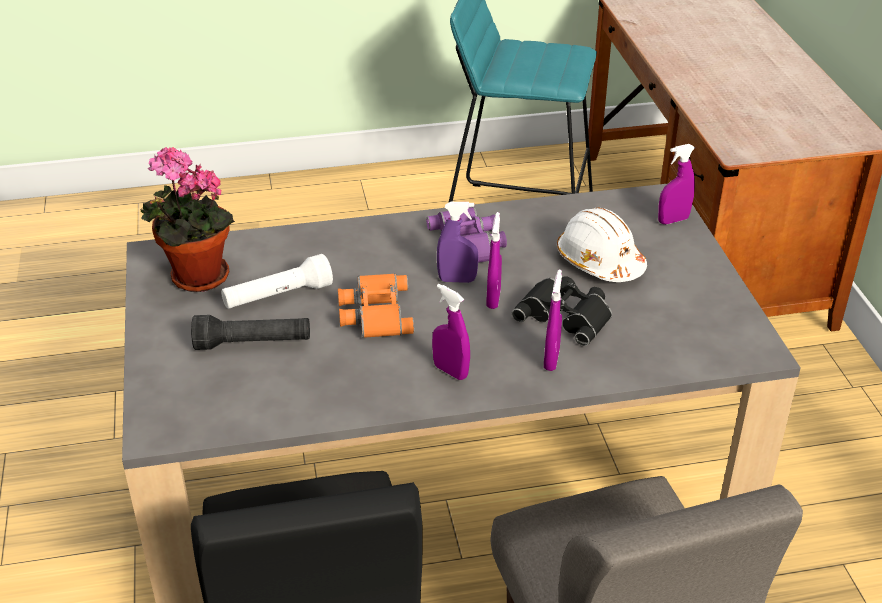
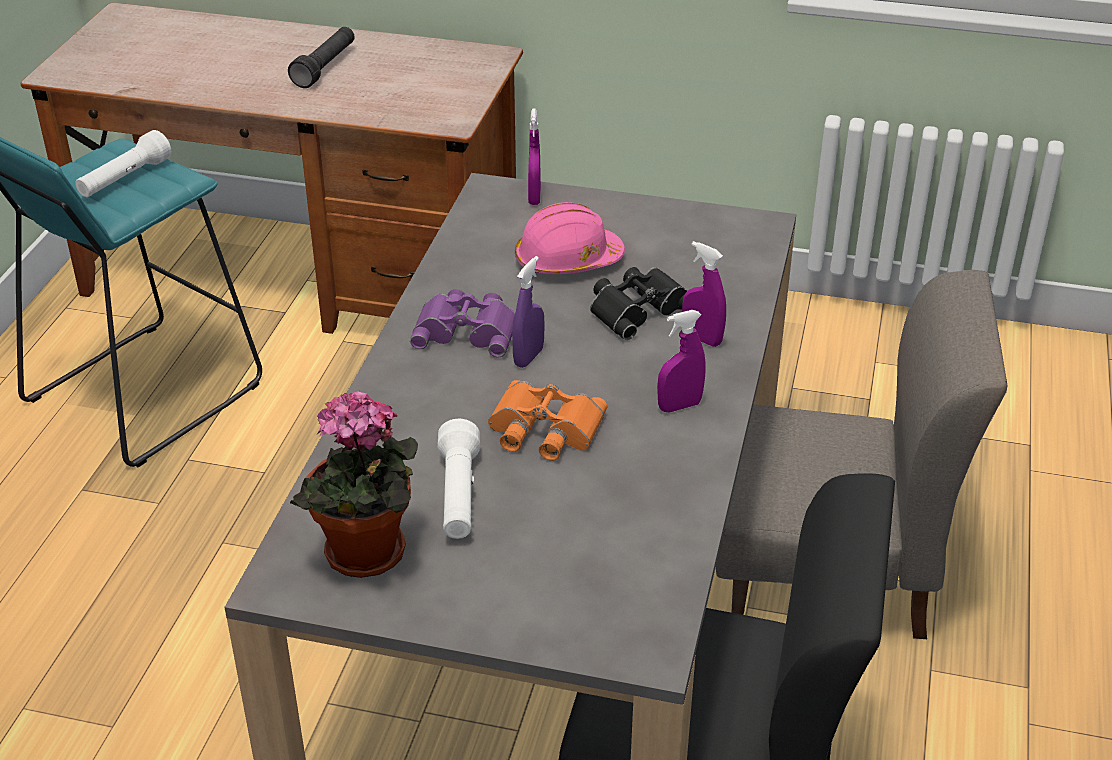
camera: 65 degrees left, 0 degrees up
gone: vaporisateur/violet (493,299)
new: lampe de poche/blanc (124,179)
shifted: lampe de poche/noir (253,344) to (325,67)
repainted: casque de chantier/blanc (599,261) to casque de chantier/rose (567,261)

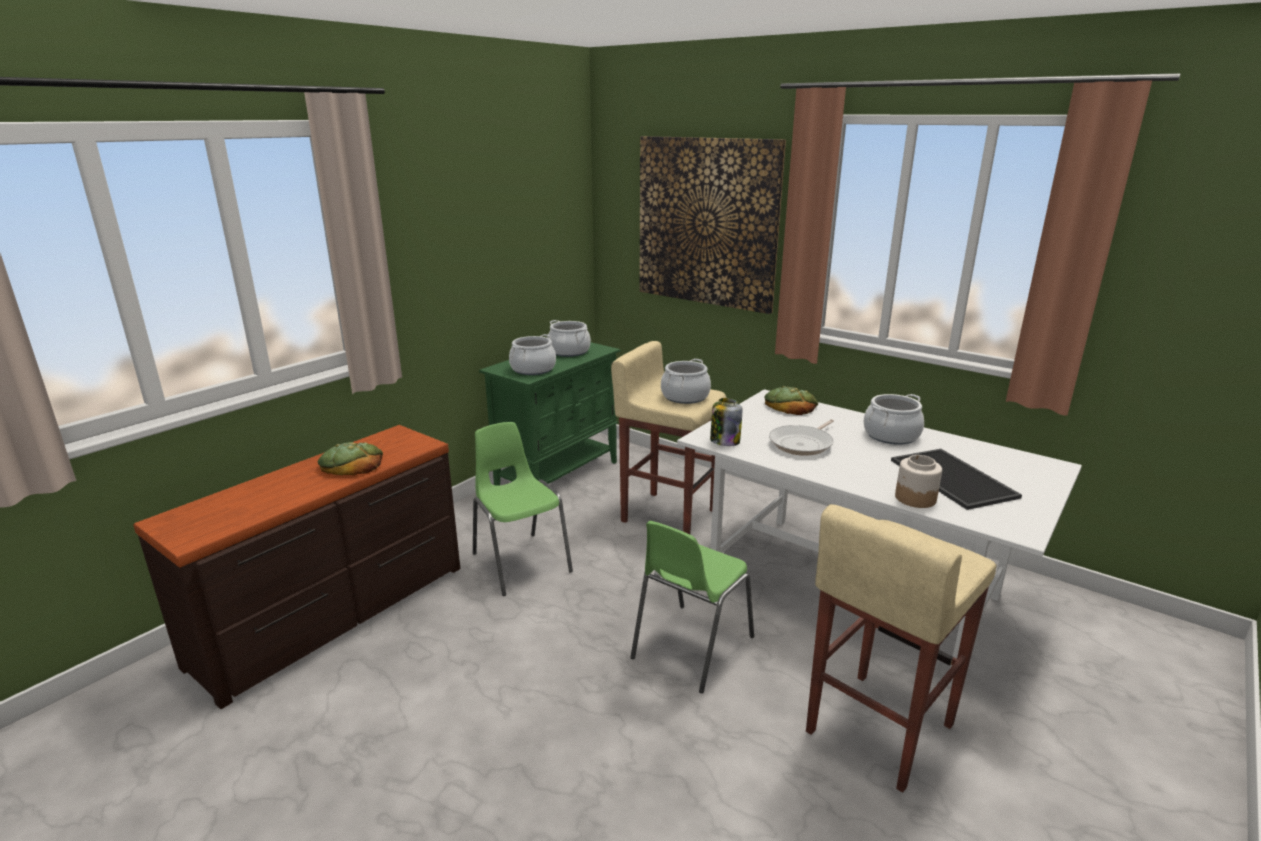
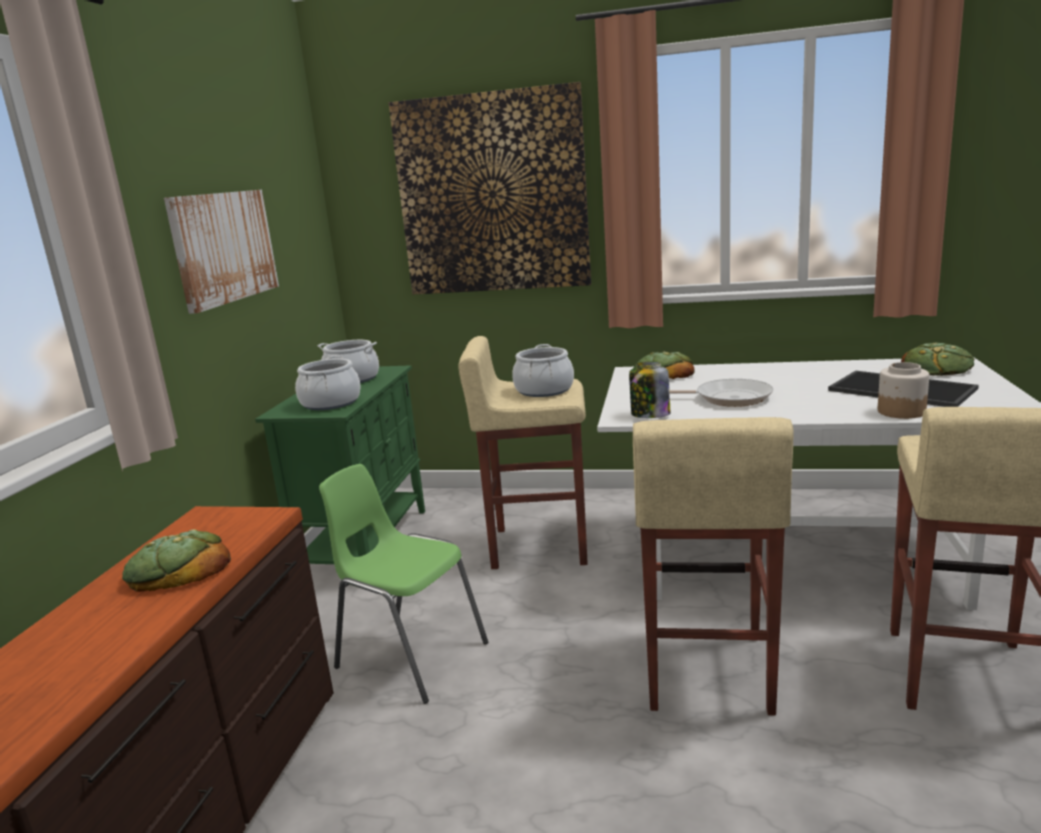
camera: 25 degrees left, 5 degrees down
gone: marmite (891,435)
new: tableau (223,247); pain (937,368)
swapped: chaise/vert (690,647) to tabouret/beige (705,672)
rotated: poêle (803,444) = (728,398) 90 degrees counterclockwise

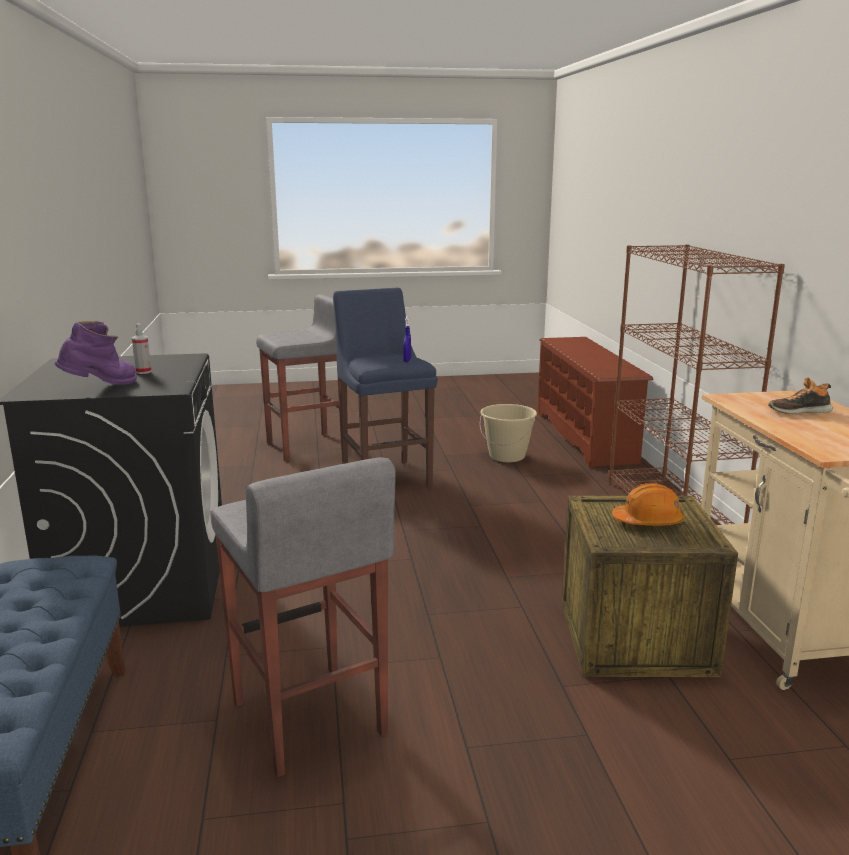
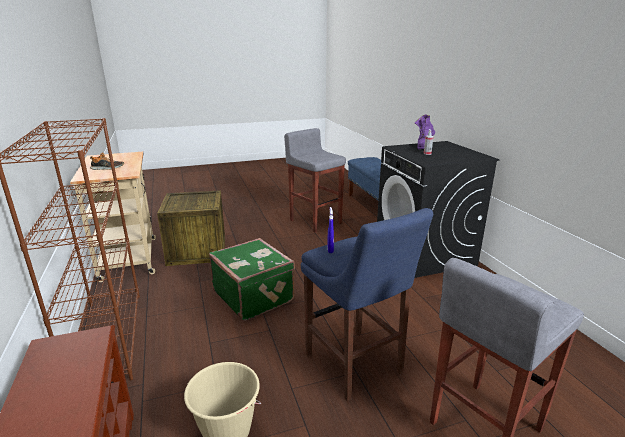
camera: 170 degrees right, 5 degrees up
gone: casque de chantier/orange (648,521)
new: valise/vert (254,295)

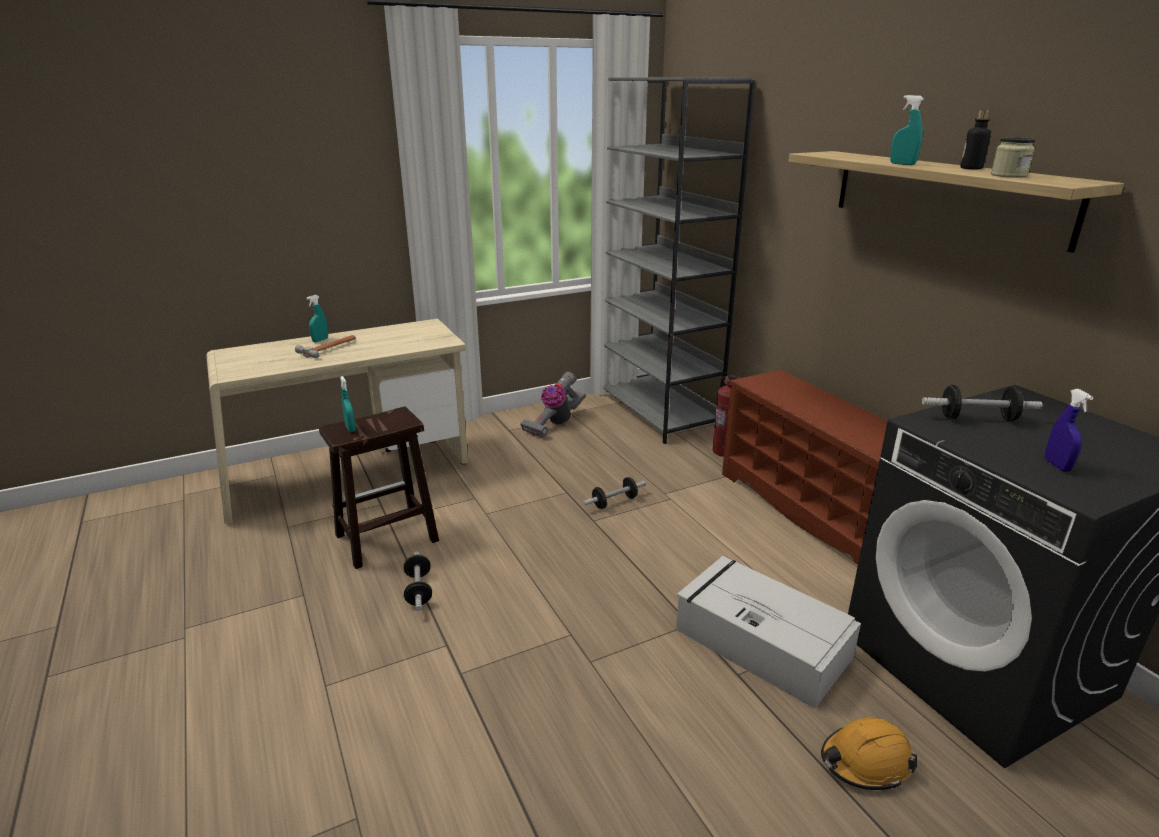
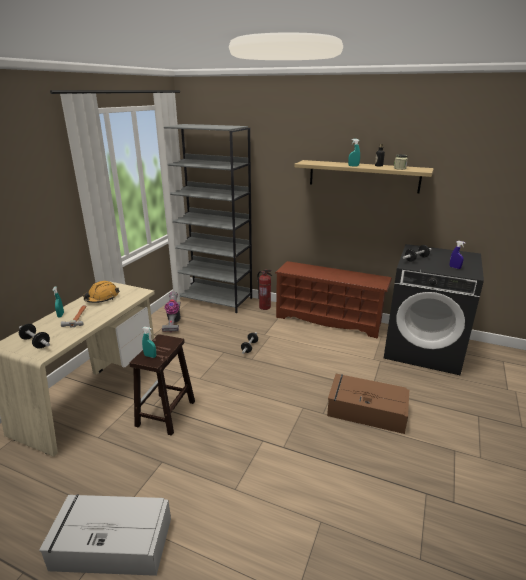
camera: 40 degrees left, 0 degrees up
new: boîte de rangement/marron (365,410)
shifted: haltère (418,590) to (36,342); boîte de rangement/gris (759,642) to (111,543); casque de chantier/orange (865,762) to (102,298)

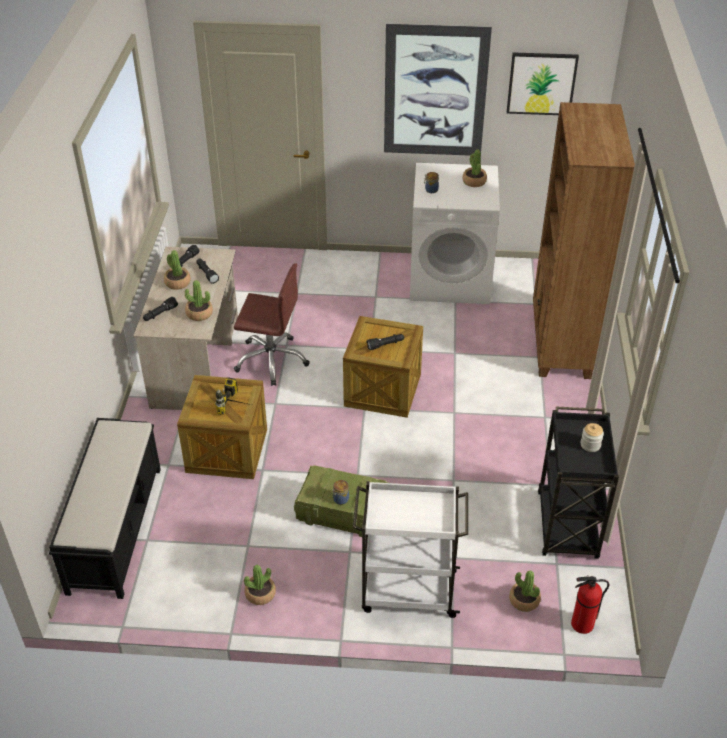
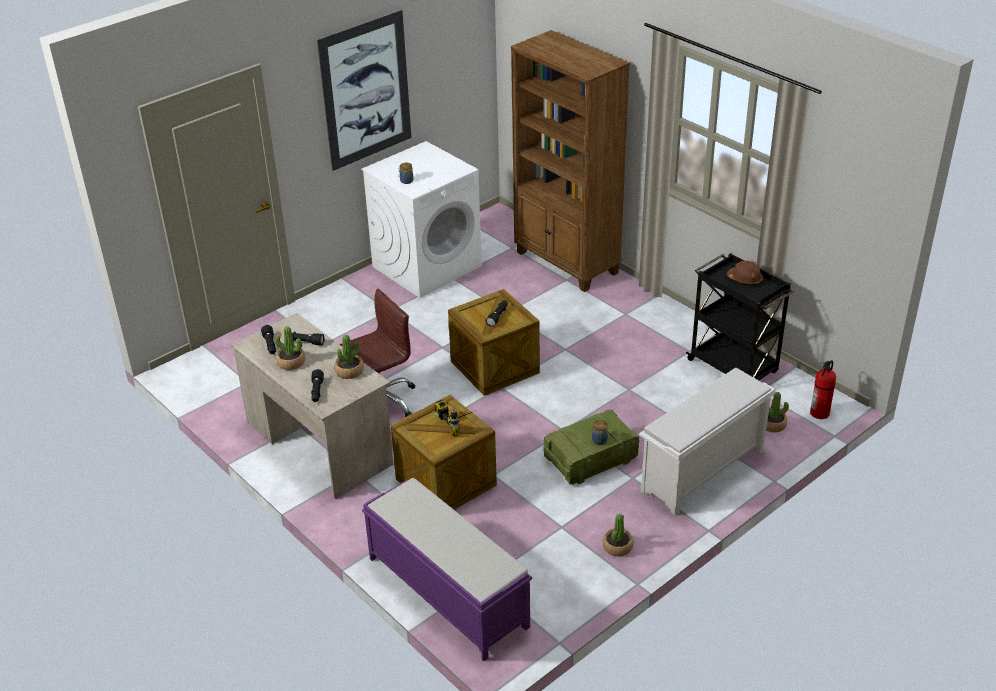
camera: 45 degrees left, 5 degrees down
gone: plante en pot (474,182); tableau (541,83)
swapped: chariot/blanc (407,591) to étagère à chaussures/blanc (702,472); bocal (590,445) to casque de chantier/marron (745,279)
repainted: banc/noir (115,527) to banc/violet (446,591)

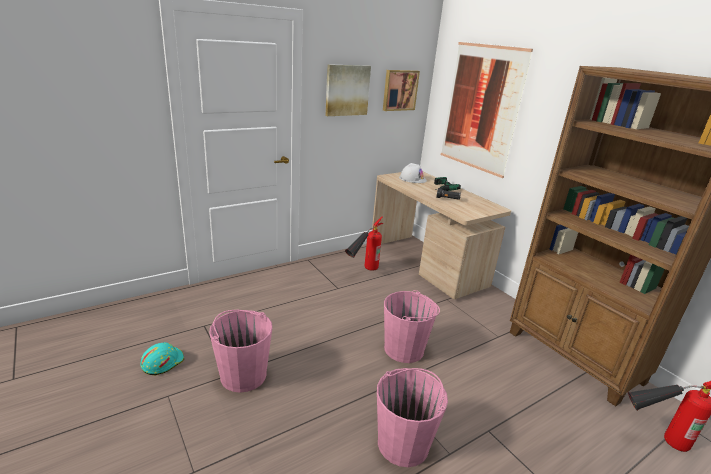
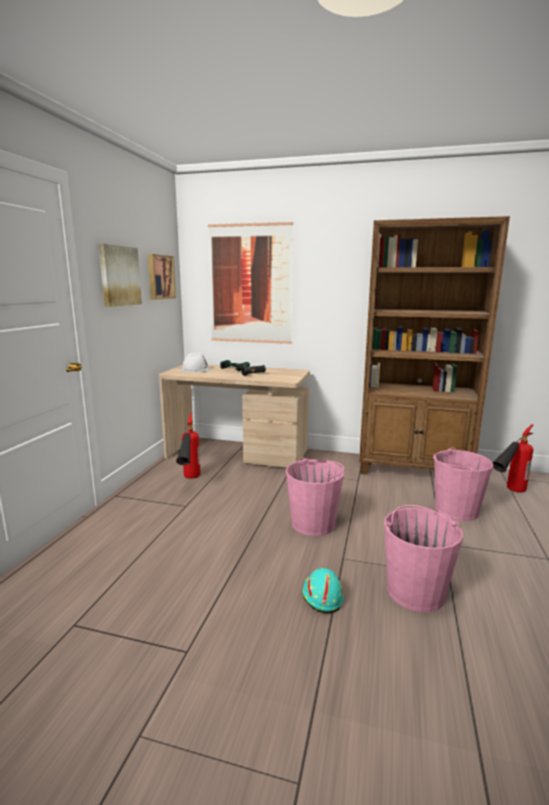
camera: 40 degrees left, 10 degrees down
shifted: casque de chantier/turquoise (162,362) to (321,596); seau/rose (243,375) to (456,510)

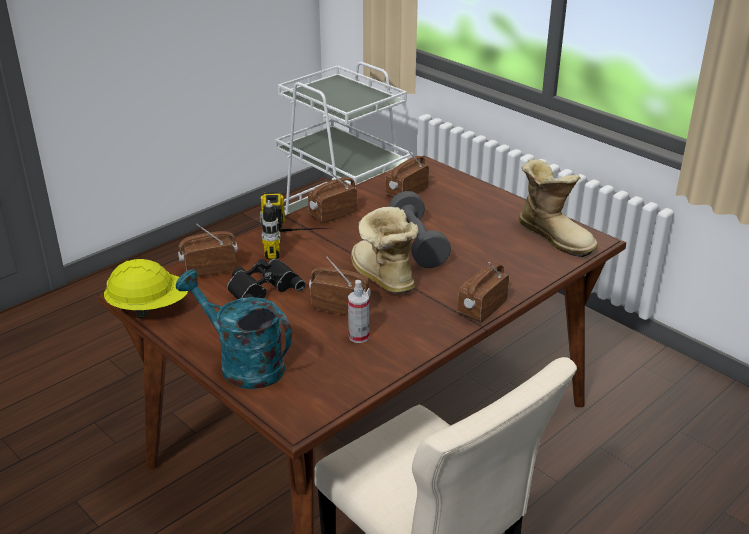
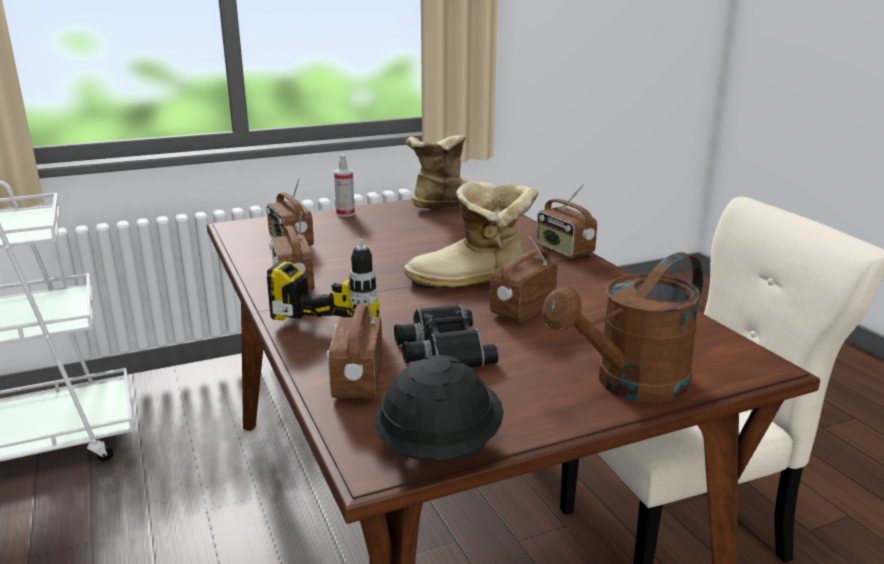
camera: 70 degrees left, 10 degrees down
gone: haltère/gris (417,244)
shifted: vaporisateur (358,336) to (345,214)
repainted: casque de chantier/jaune (149,308) to casque de chantier/noir (438,448); arrosoir/turquoise (242,364) to arrosoir/marron (630,385)

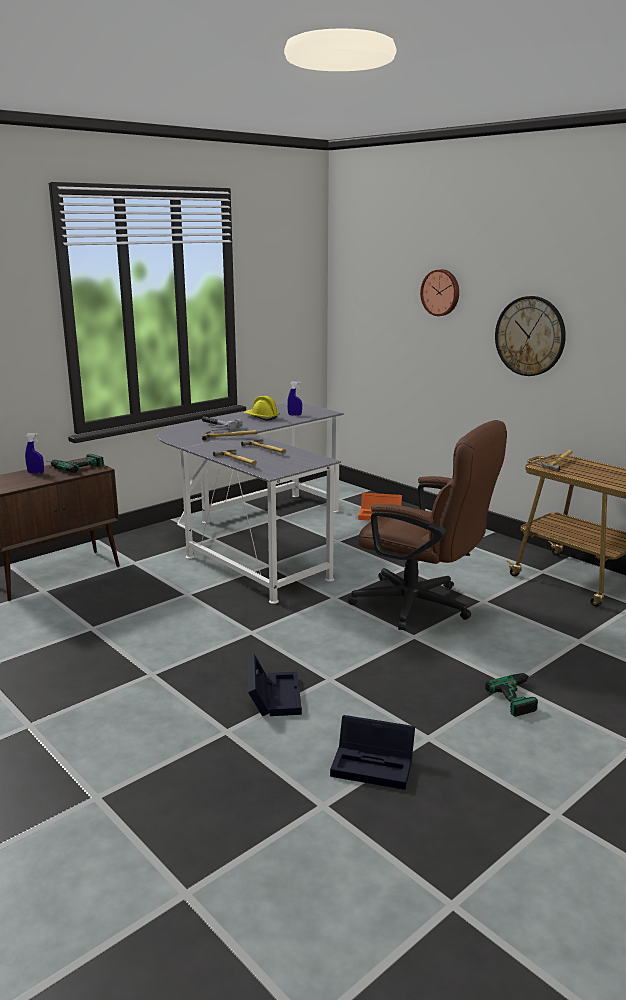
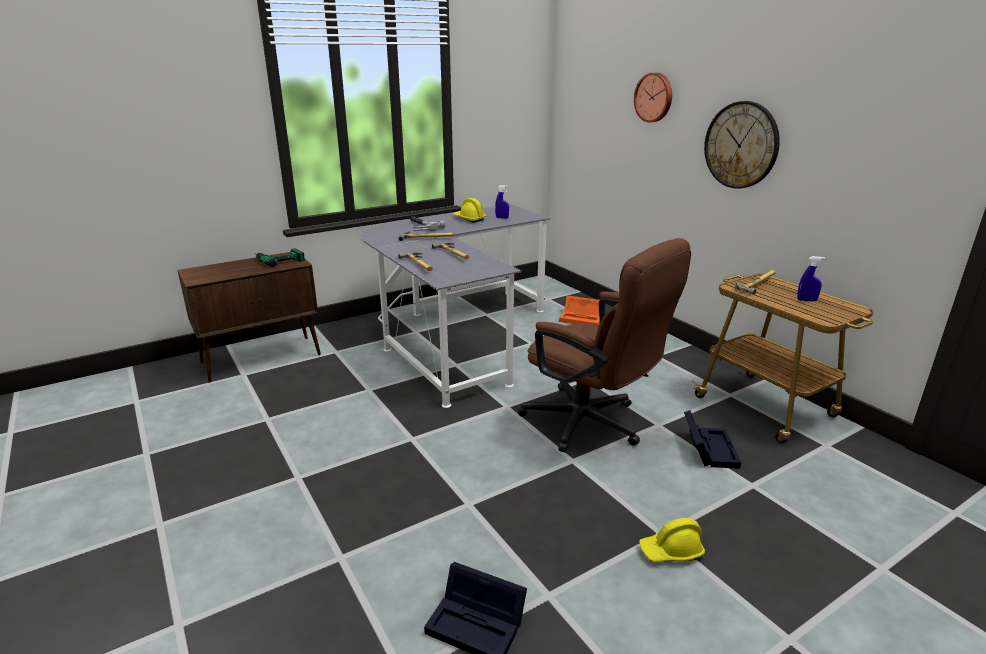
camera: 10 degrees right, 5 degrees up
shifted: vaporisateur/bleu (36,472) to (806,300); boîte de rangement/noir (273,695) to (708,448)
swapped: perceuse (523,695) to casque de chantier/jaune (671,551)

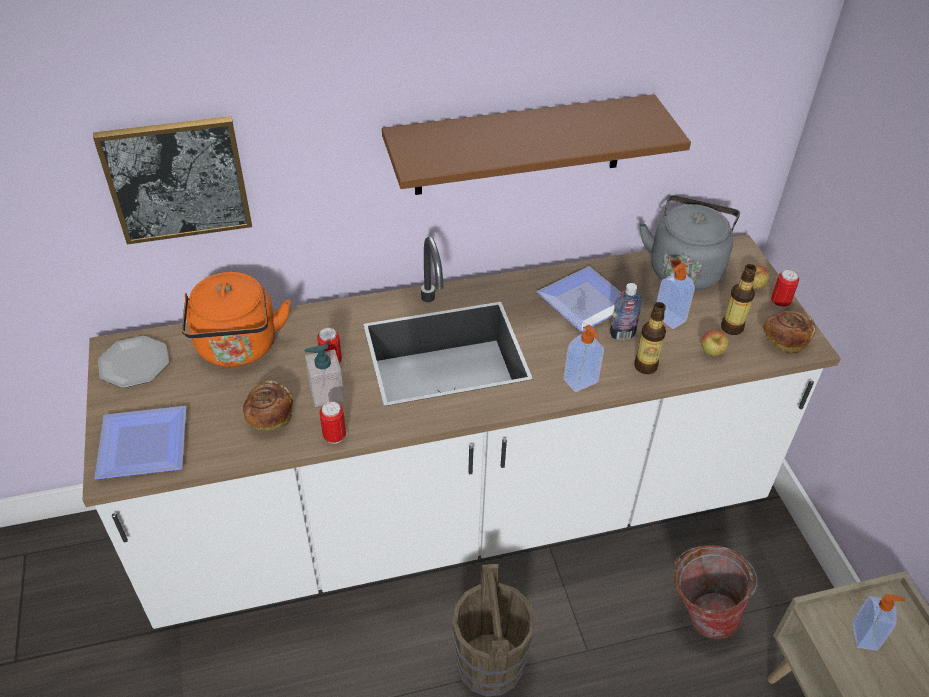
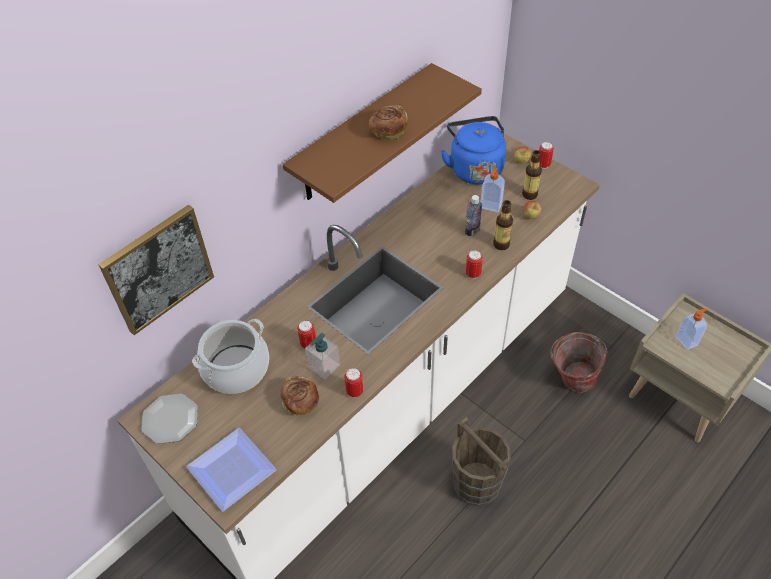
camera: 30 degrees left, 5 degrees up
gone: assiette (588,302)
shifted: pain (785,340) to (388,131)
swapped: bouilloire/orange (238,349) to marmite (236,369); distributeur de savon (581,382) to boîte métallique (473,274)
repainted: bouilloire/gris (685,268) to bouilloire/bleu (474,168)

